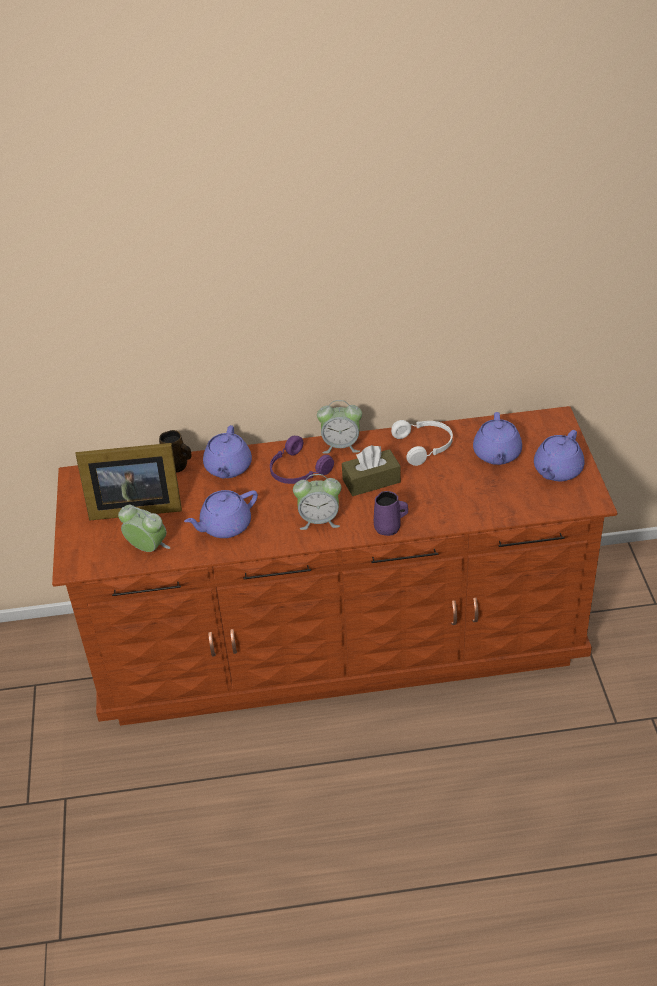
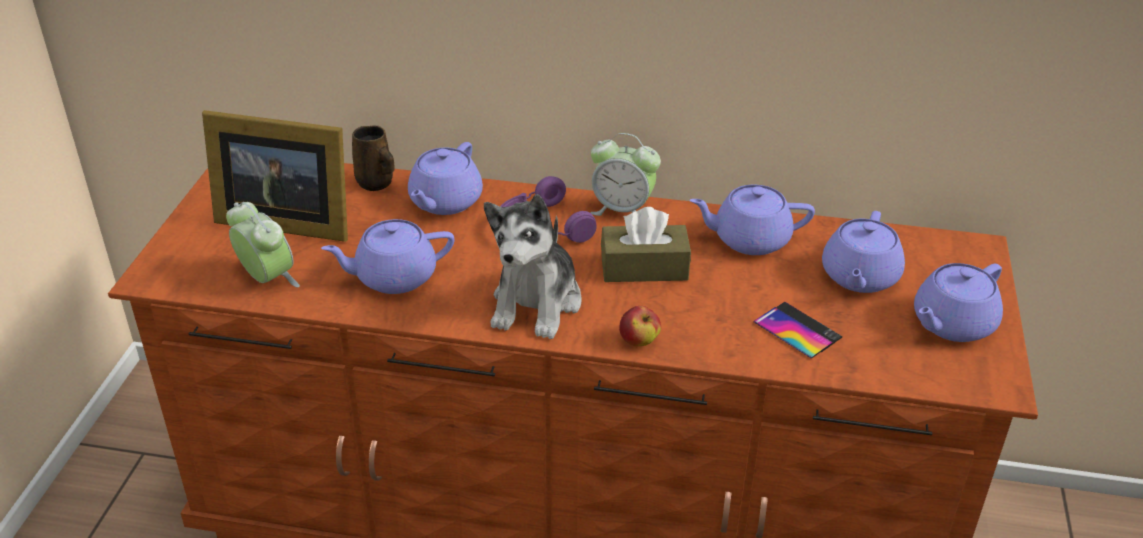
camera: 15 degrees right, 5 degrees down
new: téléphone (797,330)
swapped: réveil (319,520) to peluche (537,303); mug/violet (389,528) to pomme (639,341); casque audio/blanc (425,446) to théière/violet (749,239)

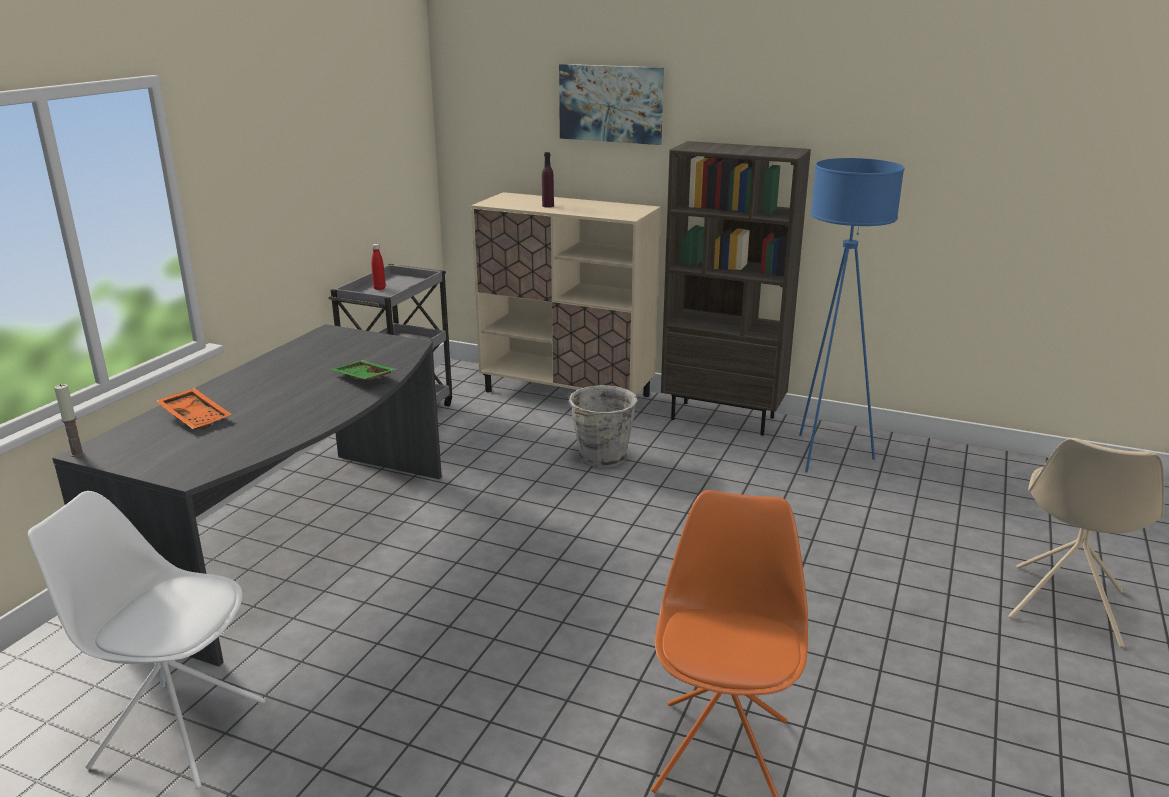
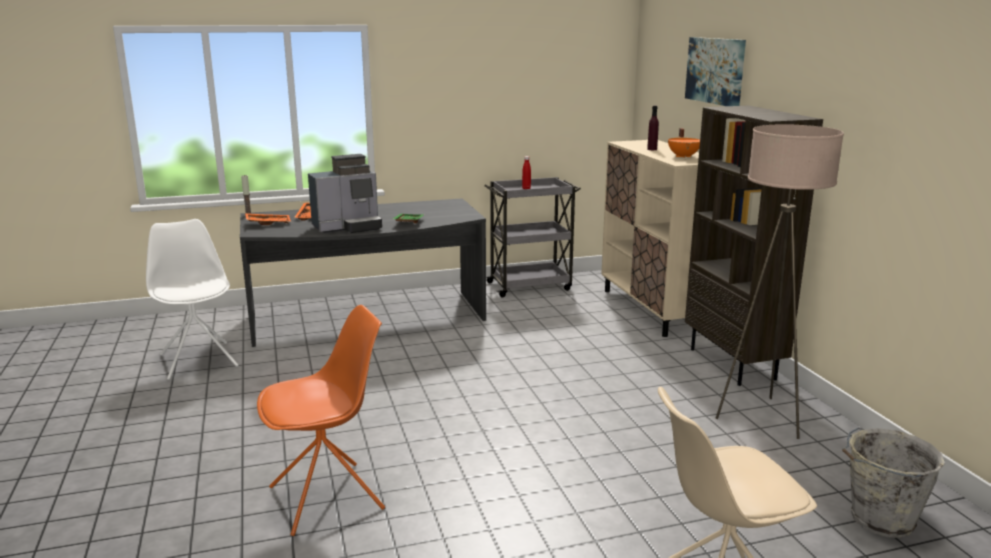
camera: 50 degrees right, 5 degrees down
new: plateau/orange (268,223); machine à café (348,227); marmite/orange (684,156)
shifted: seau/gris (601,458) to (879,520)
repainted: lampadaire/bleu (826,455) to lampadaire/beige (761,417)

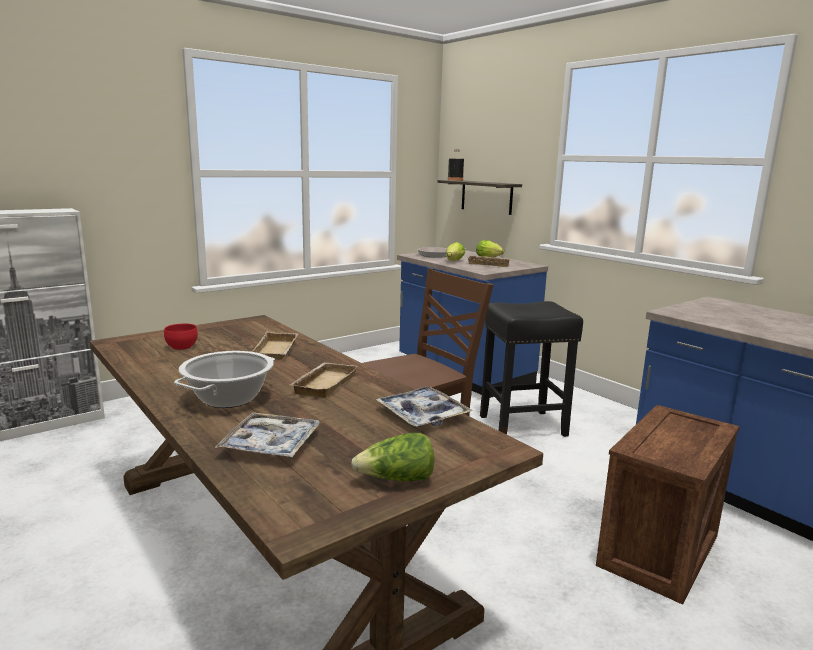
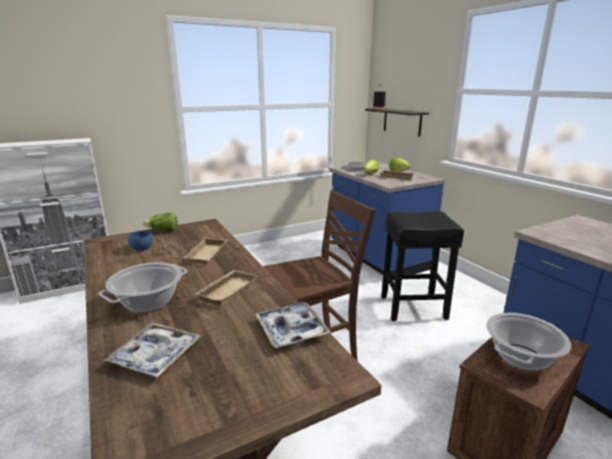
camera: 10 degrees right, 5 degrees up
new: marmite (521,357)
shifted: laitue (397,480) to (163,231)
repainted: bol/rouge (181,348) to bol/bleu (141,249)

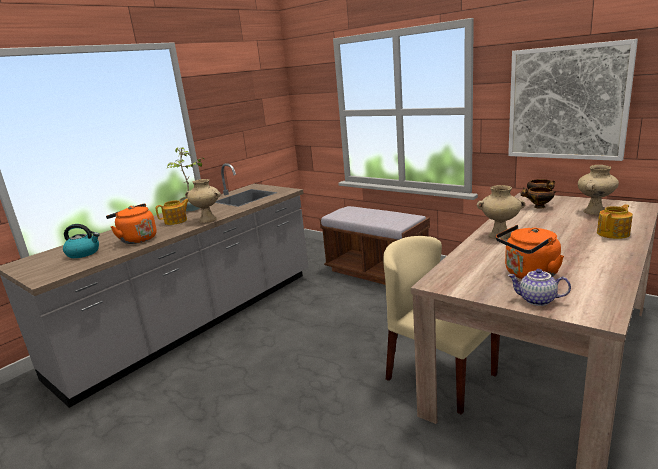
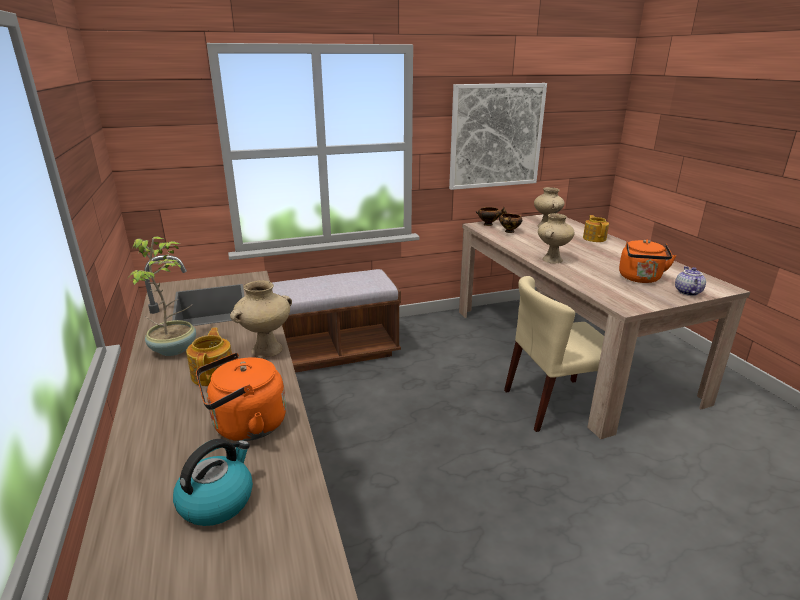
camera: 60 degrees left, 5 degrees up
rotated: théière (537,300) = (687,292) 135 degrees clockwise

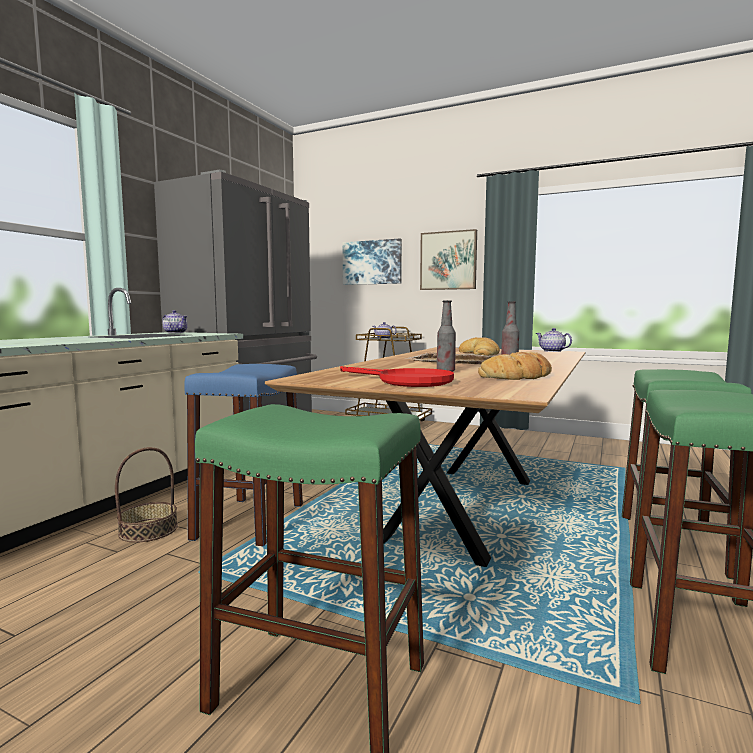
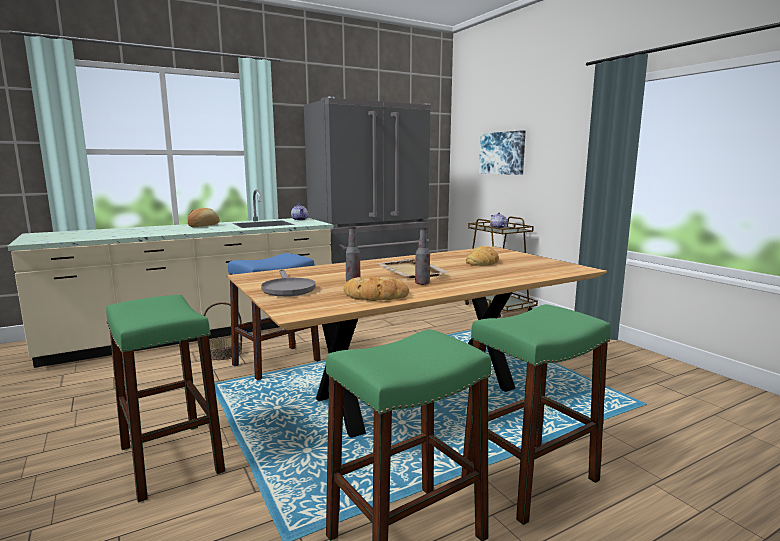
camera: 35 degrees right, 5 degrees up
gone: tableau (448,260); théière (552,351)
new: pain (203,226)
repainted: poêle/rouge (406,381) to poêle/gris (287,288)

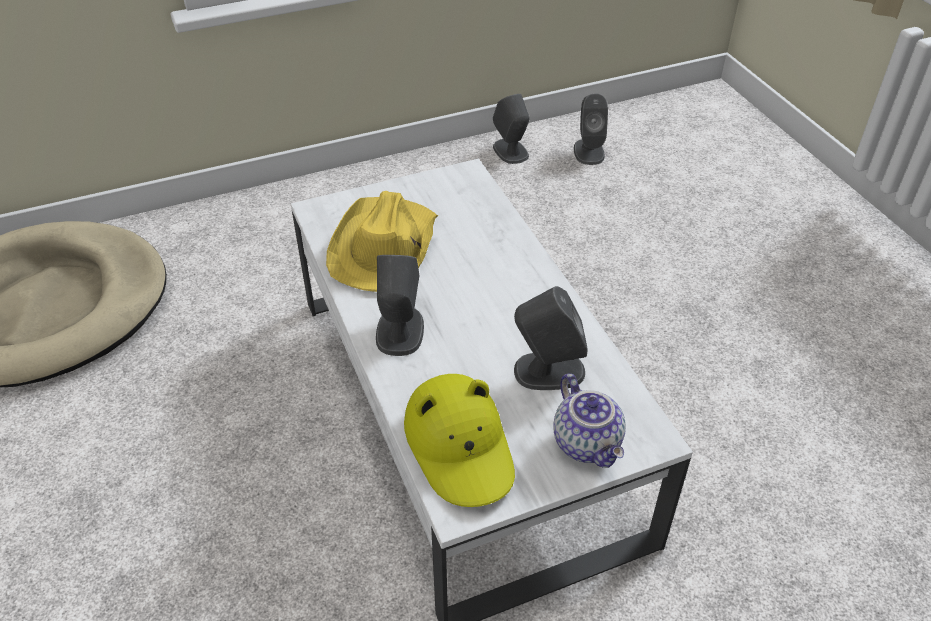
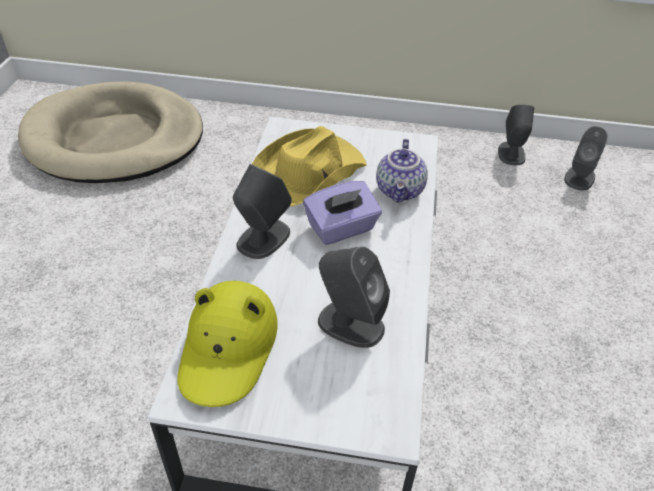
camera: 30 degrees right, 0 degrees up
new: boîte à mouchoirs/violet (341,229)
shifted: théière (588,443) to (401,191)

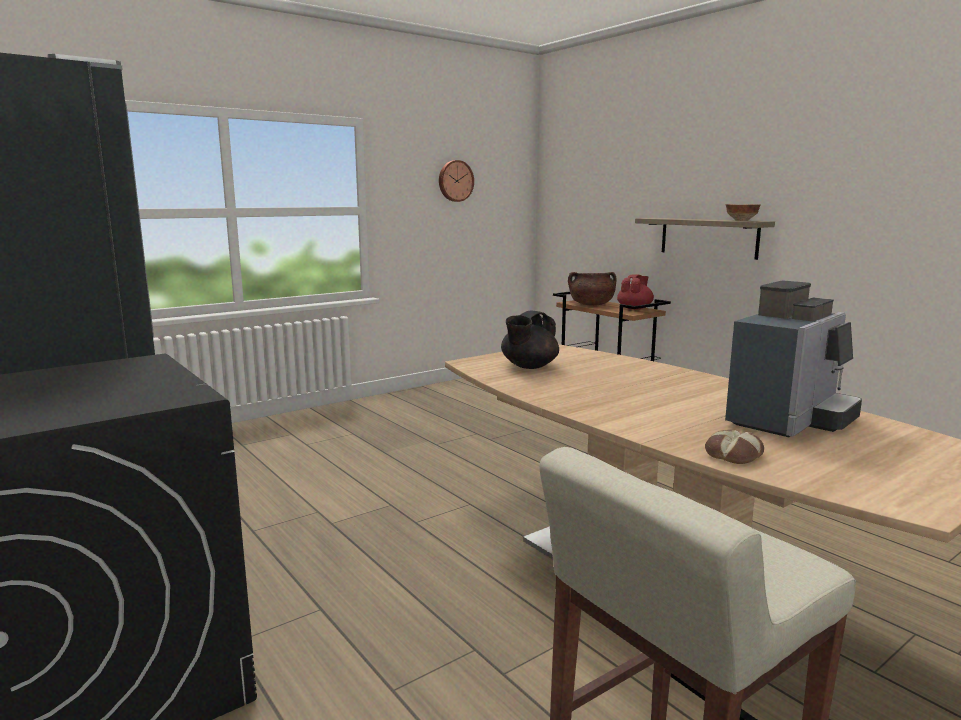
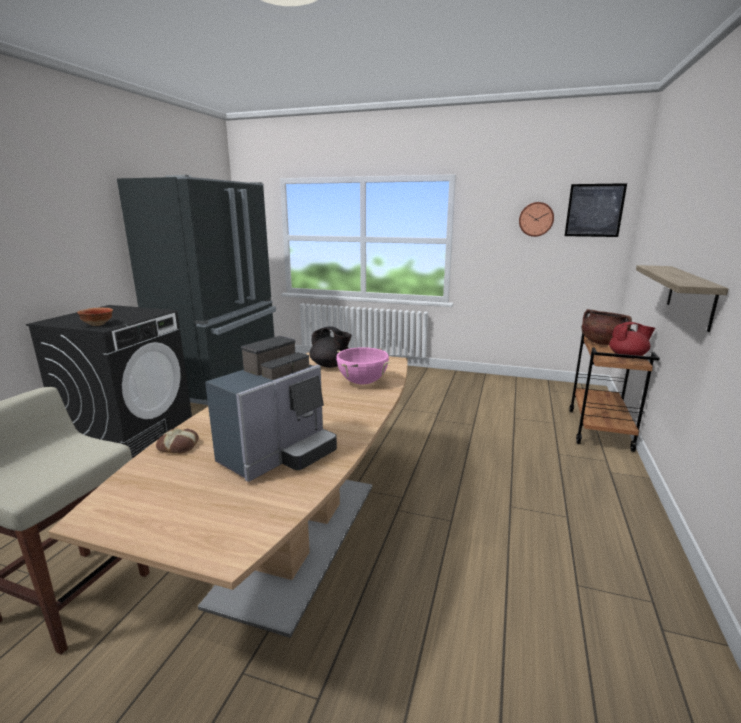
camera: 55 degrees right, 5 degrees up
new: marmite/rose (362,382); tableau (594,210)
shifted: bol (741,220) to (98,324)
rotated: théière/noir (528,366) = (330,365) 150 degrees counterclockwise; machine à café (790,419) = (279,454) 60 degrees counterclockwise

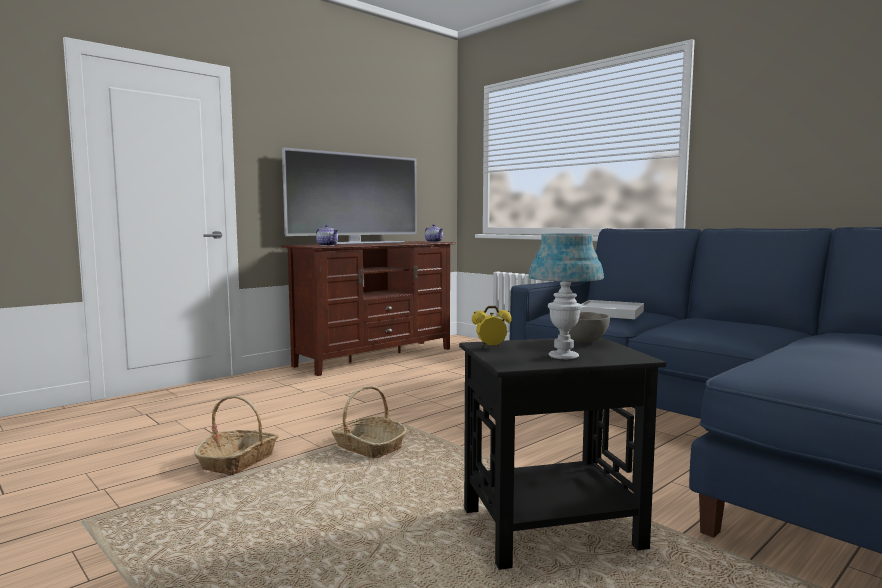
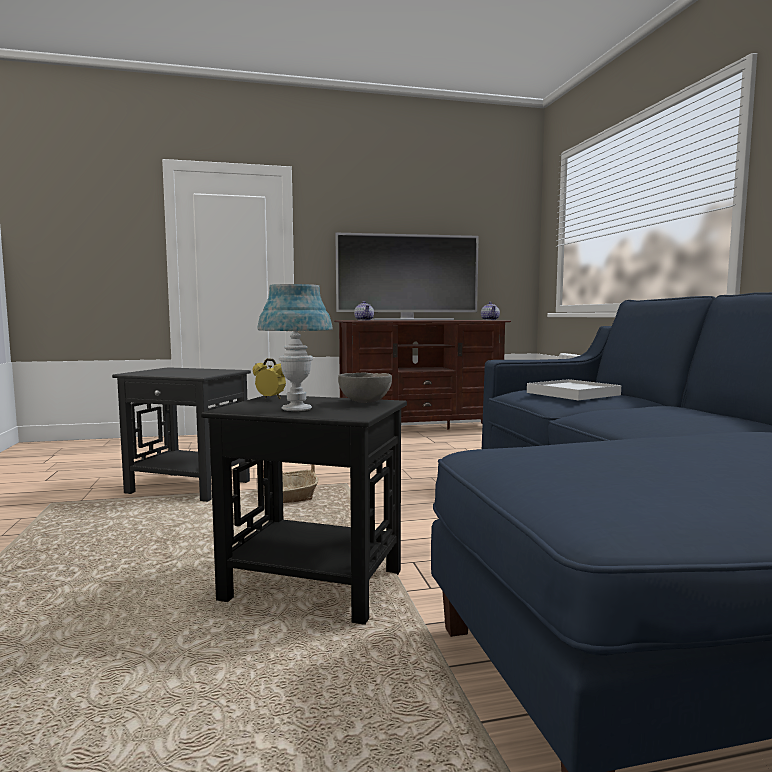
camera: 30 degrees right, 0 degrees up
swapped: panier (238,461) to table d'appoint/noir (190,487)

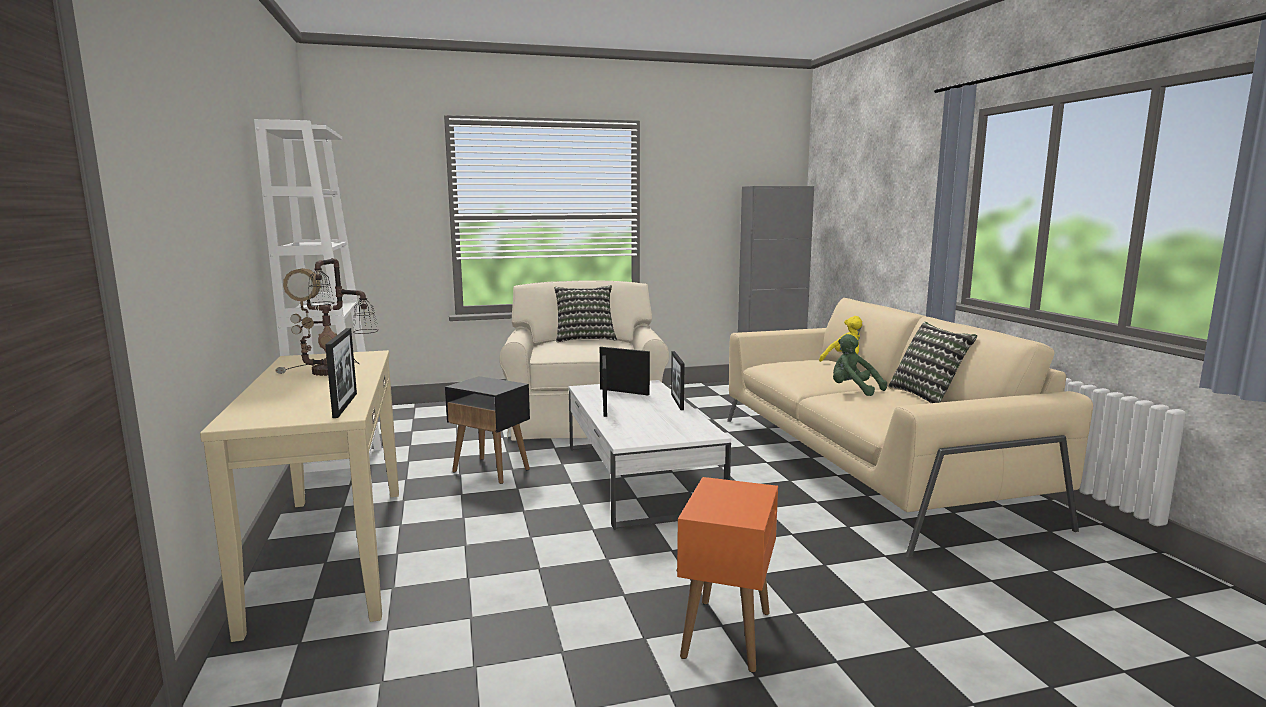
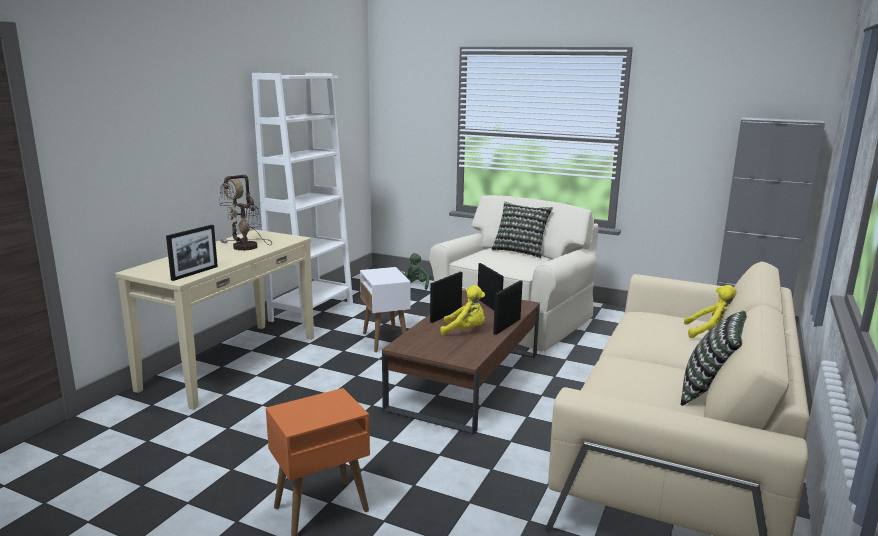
camera: 40 degrees right, 5 degrees up
new: peluche/jaune (465,330)
shifted: peluche/vert (853,390) to (414,285)
repainted: table d'appoint/noir (491,470) to table d'appoint/blanc (385,340); table basse/blanc (640,478) to table basse/marron (466,381)

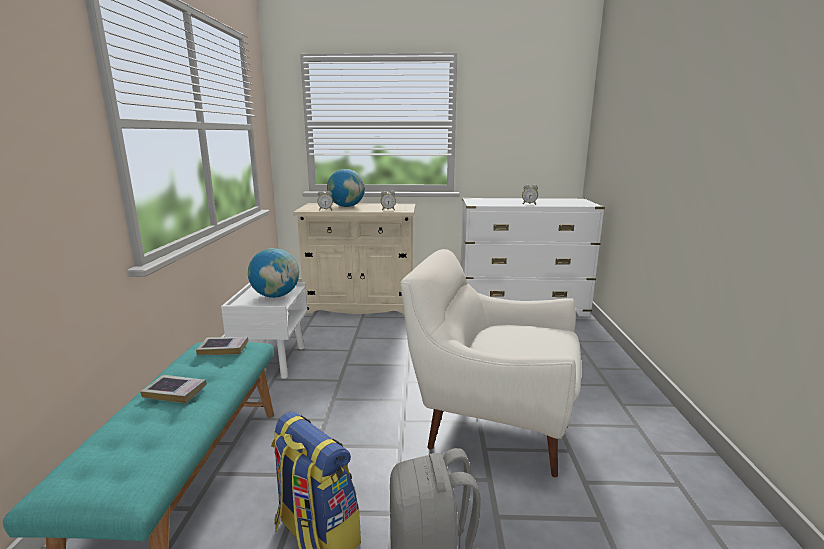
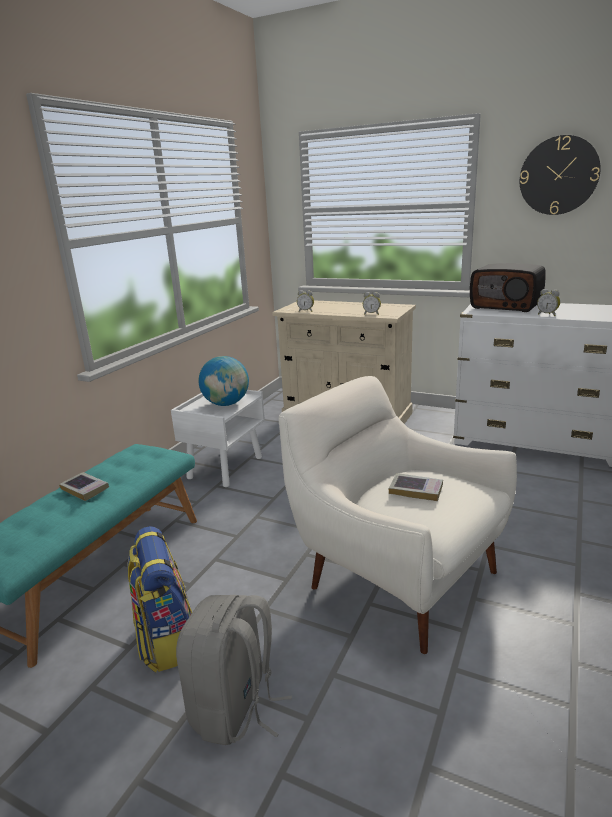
camera: 25 degrees right, 5 degrees up
gone: globe (346,206)
new: radio (506,306); horloge murale (558,175)
shifted: livre (223,349) to (416,490)

